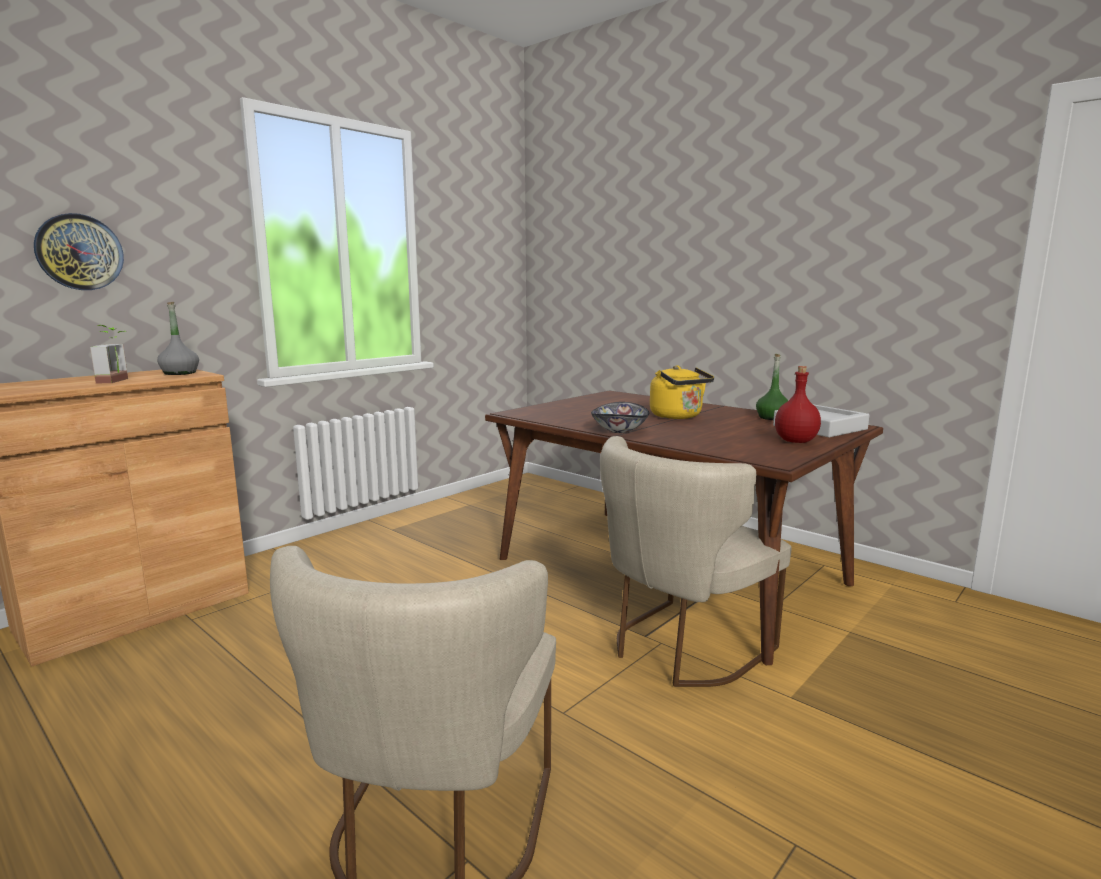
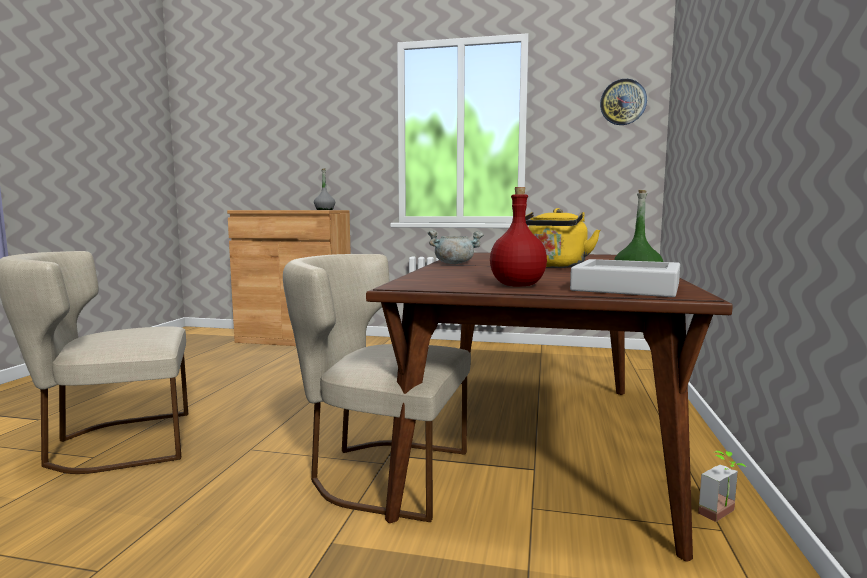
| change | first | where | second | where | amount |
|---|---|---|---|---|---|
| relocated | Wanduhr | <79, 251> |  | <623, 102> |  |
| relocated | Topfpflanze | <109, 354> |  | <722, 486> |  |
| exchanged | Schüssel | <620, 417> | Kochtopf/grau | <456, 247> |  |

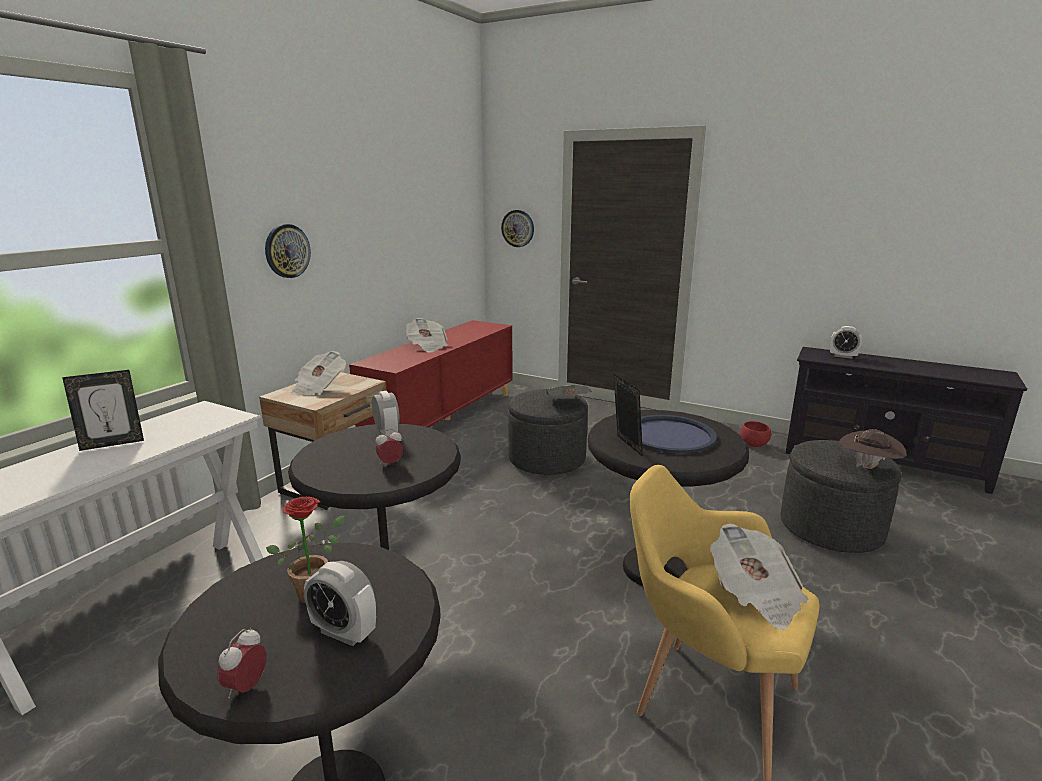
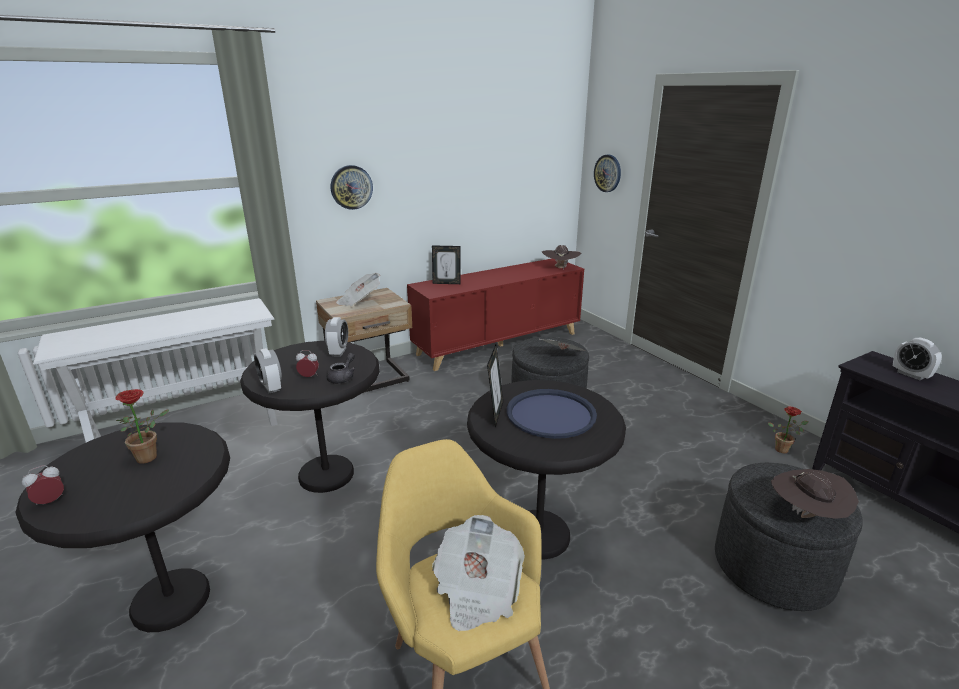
| change | first | where | second | where | amount |
|---|---|---|---|---|---|
| missing | Zeitung | <427, 335> |  |  |  |
| relocated | Bilderrahmen | <103, 410> |  | <446, 265> |  |
| exchanged | Schüssel/rot | <755, 434> | Topfpflanze | <788, 430> |  |
| relocated | Wecker | <340, 603> |  | <268, 370> |  |
| appeared |  |  | Hut/braun | <561, 257> |  |
| appeared |  |  | Teekanne/grau | <341, 368> |  |

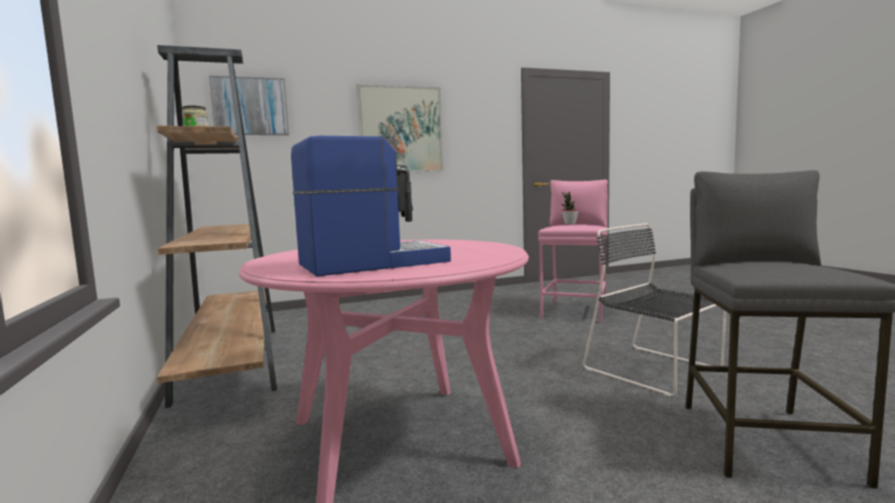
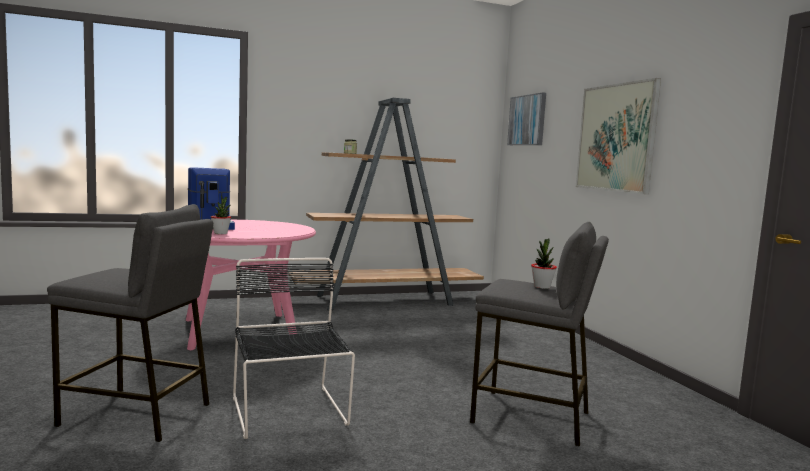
| change | first | where | second | where | amount |
|---|---|---|---|---|---|
| colour | Hocker/rosa | <573, 251> | Hocker/grau | <539, 334> |  |
| spun | Stuhl/schwarz | <654, 310> |  | <294, 348> | 75 degrees counterclockwise |
| appeared |  |  | Topfpflanze | <221, 215> |  |

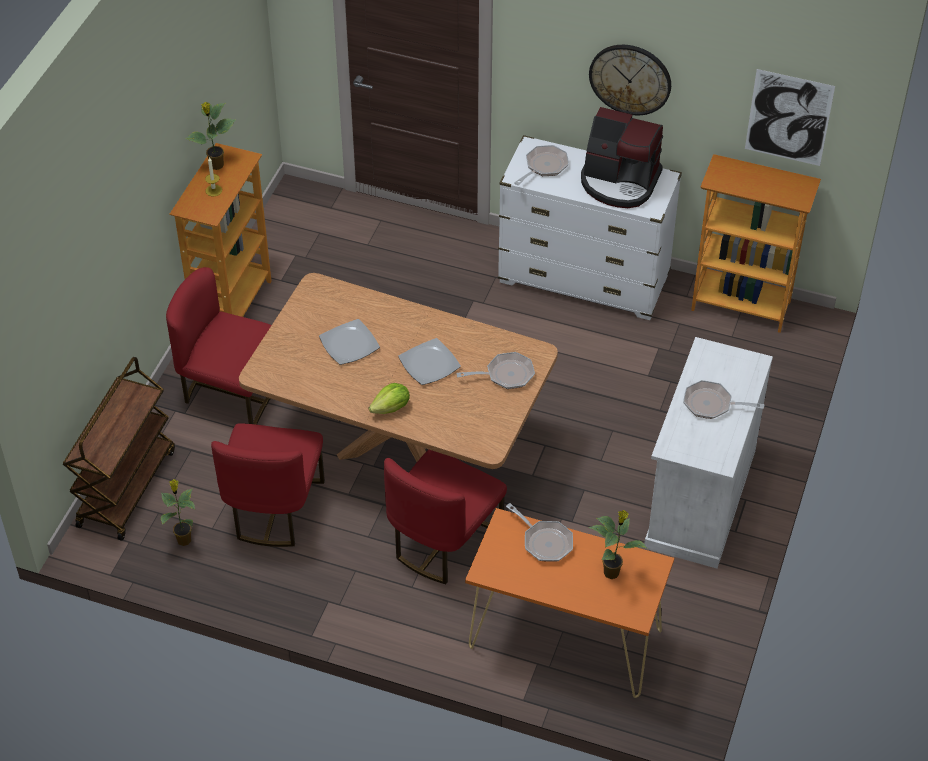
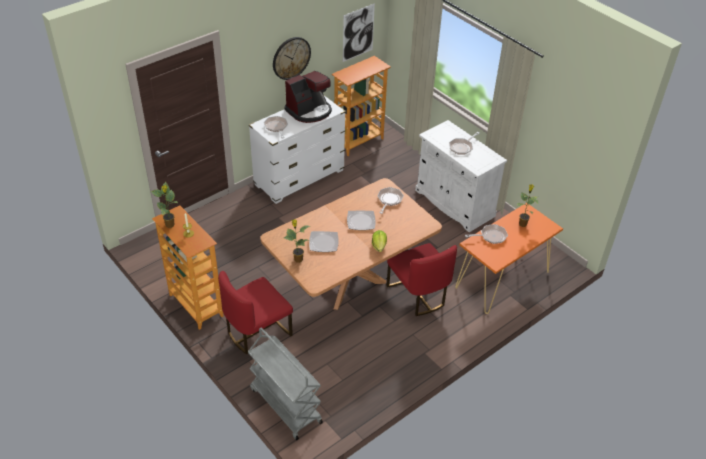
| change | first | where | second | where | amount |
|---|---|---|---|---|---|
| colour | Rollwagen/braun | <119, 449> | Rollwagen/grau | <285, 384> |  |
| missing | Stuhl/rot | <268, 485> |  |  |  |
| relocated | Topfpflanze | <178, 512> |  | <297, 241> |  |

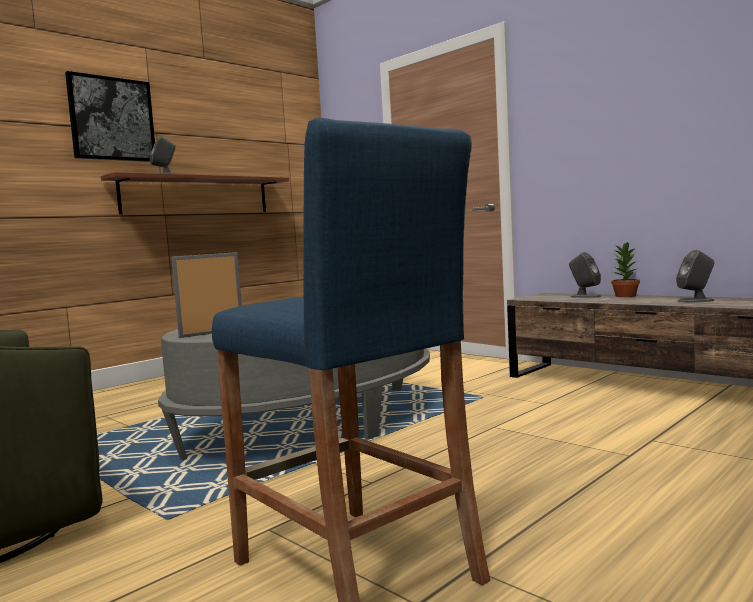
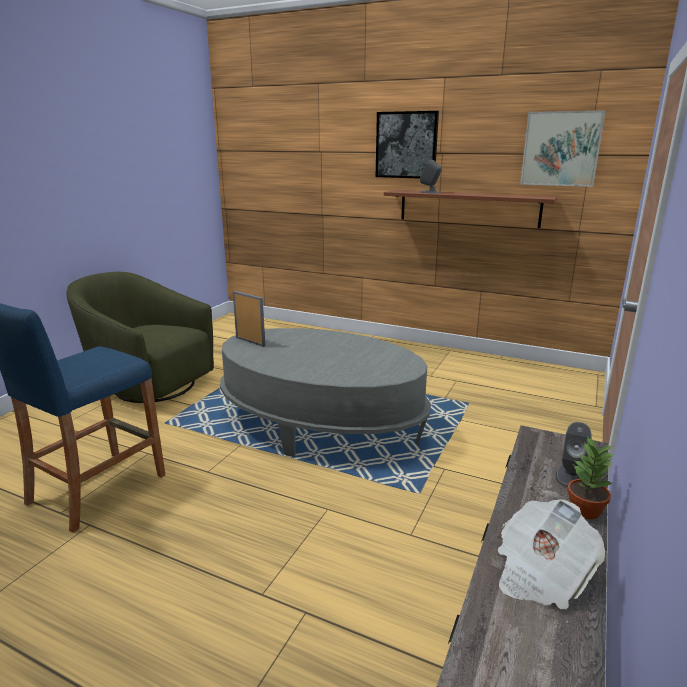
| change | first | where | second | where | amount |
|---|---|---|---|---|---|
| exchanged | Lautsprecher/grau | <695, 276> | Zeitung | <551, 554> |  |
| appeared |  |  | Bild | <563, 148> |  |

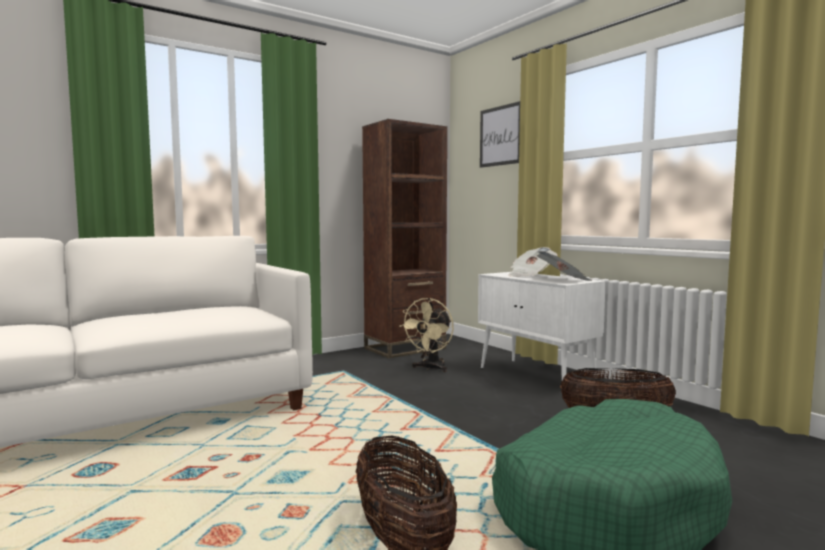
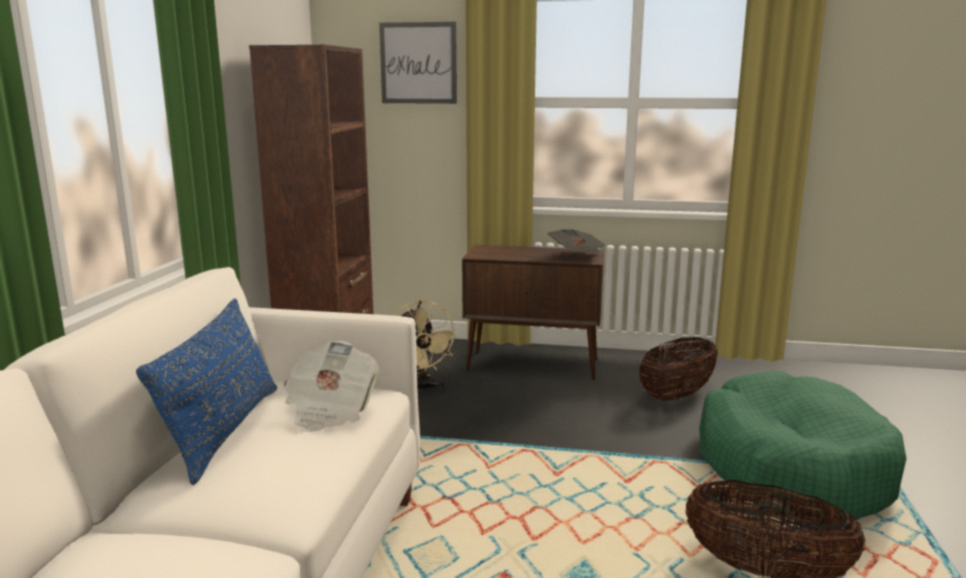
| change | first | where | second | where | amount |
|---|---|---|---|---|---|
| relocated | Zeitung | <533, 262> |  | <332, 386> |  |
| colour | Schrank/weiß | <542, 326> | Schrank/braun | <533, 312> |  |
| appeared |  |  | Kissen/blau | <206, 391> |  |

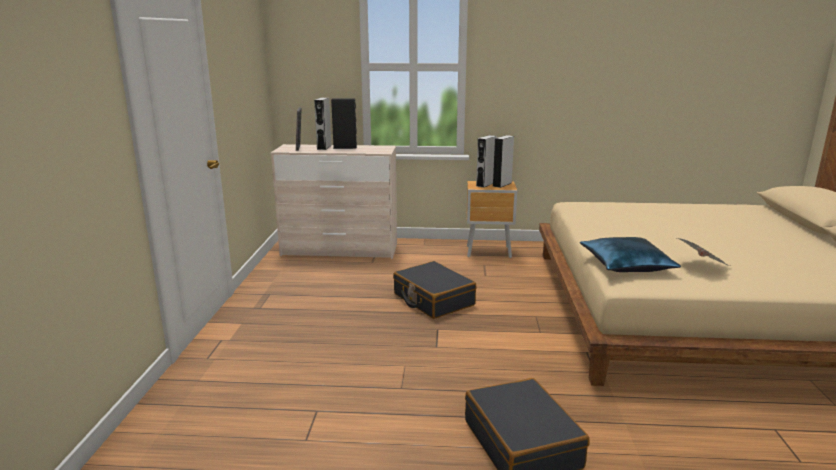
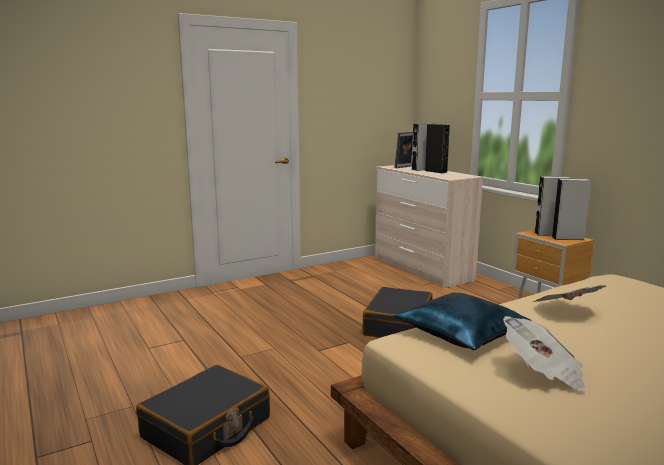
| change | first | where | second | where | amount |
|---|---|---|---|---|---|
| appeared |  |  | Zeitung | <569, 293> |  |

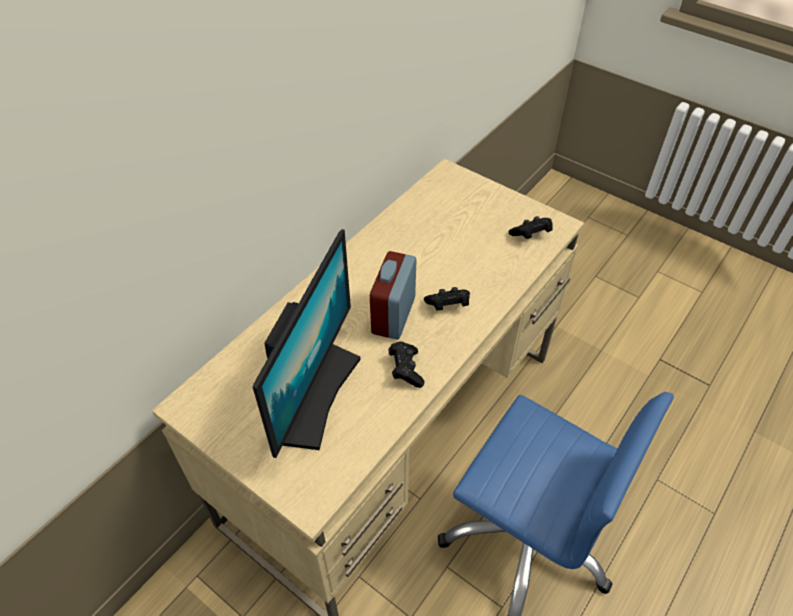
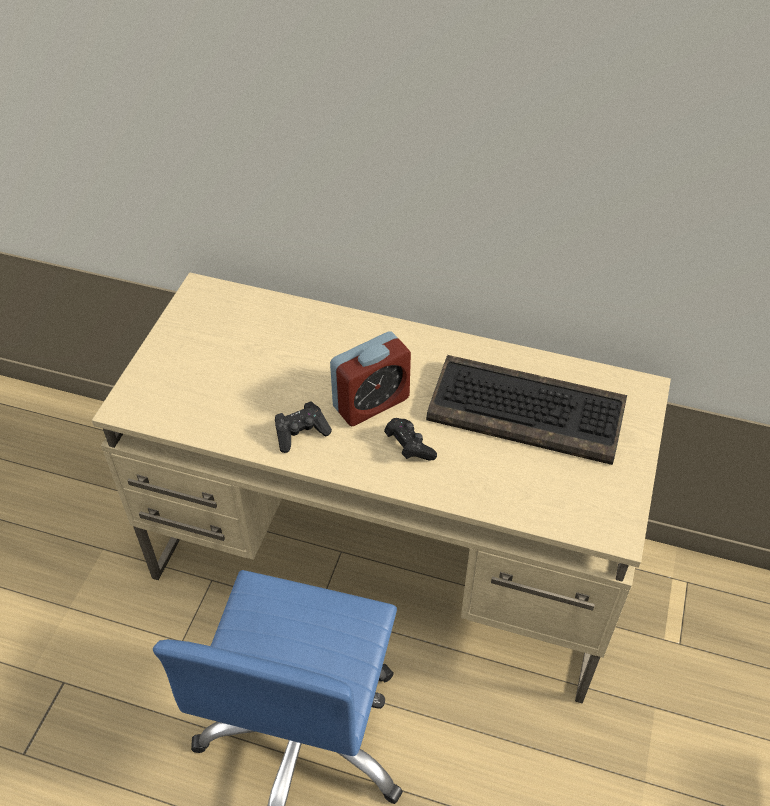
| change | first | where | second | where | amount |
|---|---|---|---|---|---|
| missing | Gamepad/schwarz | <531, 227> |  |  |  |
| missing | Monitor | <306, 343> |  |  |  |
| spun | Wecker | <393, 295> |  | <370, 378> | 150 degrees clockwise |
| appeared |  |  | Tastatur | <526, 410> |  |

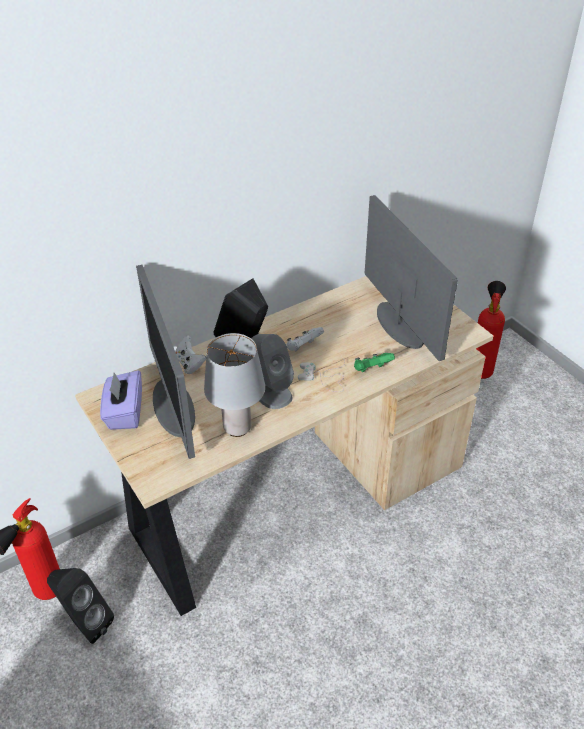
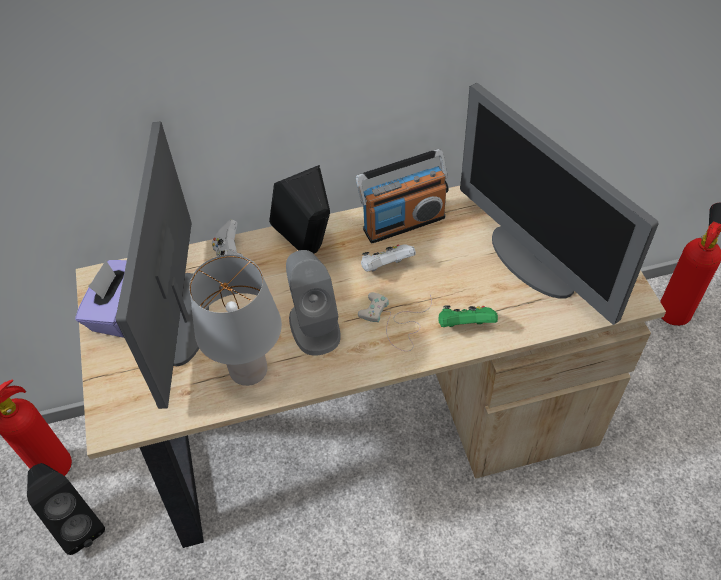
| change | first | where | second | where | amount |
|---|---|---|---|---|---|
| spun | Monitor | <411, 278> |  | <559, 204> | 150 degrees clockwise |
| appeared |  |  | Radio | <402, 196> |  |

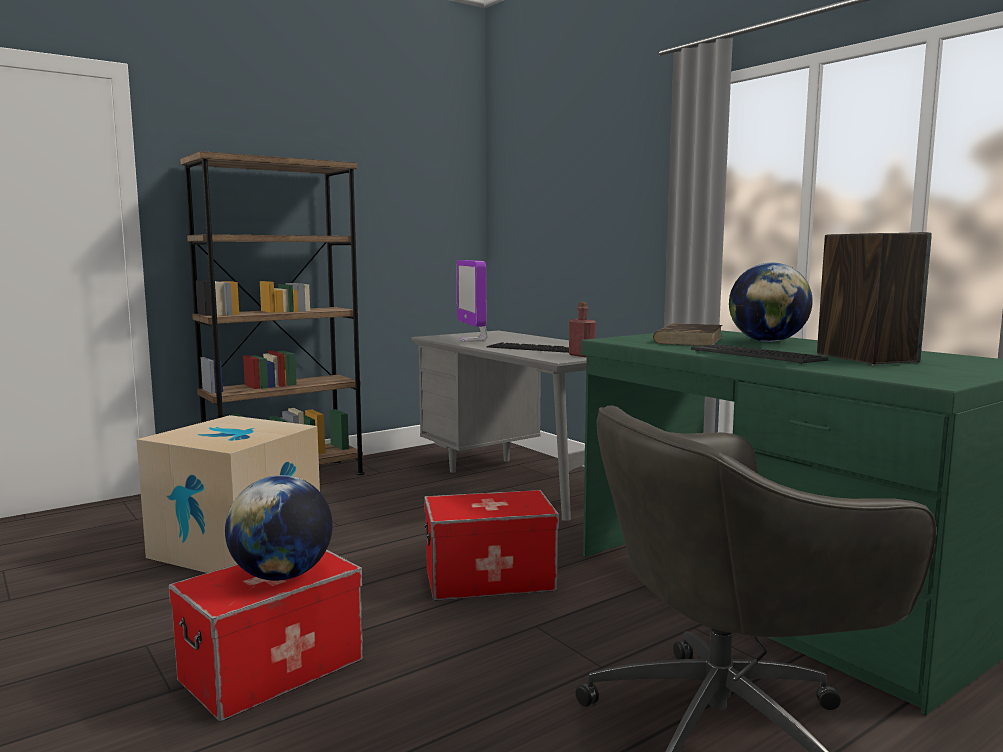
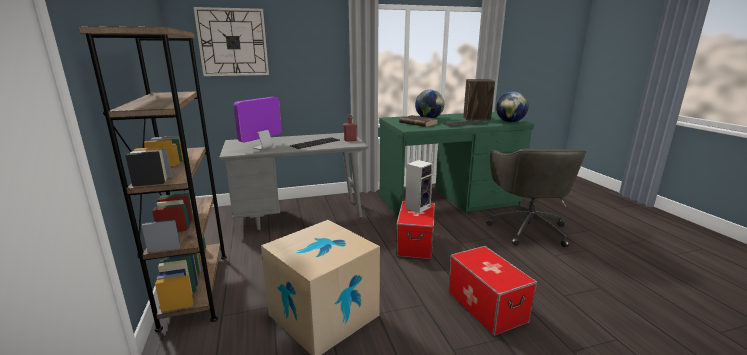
| change | first | where | second | where | amount |
|---|---|---|---|---|---|
| spun | Monitor | <472, 301> |  | <257, 123> | 120 degrees clockwise |
| relocated | Globus | <279, 528> |  | <512, 107> |  |
| appeared |  |  | Wanduhr | <231, 41> |  |
| appeared |  |  | Lautsprecher | <419, 186> |  |

